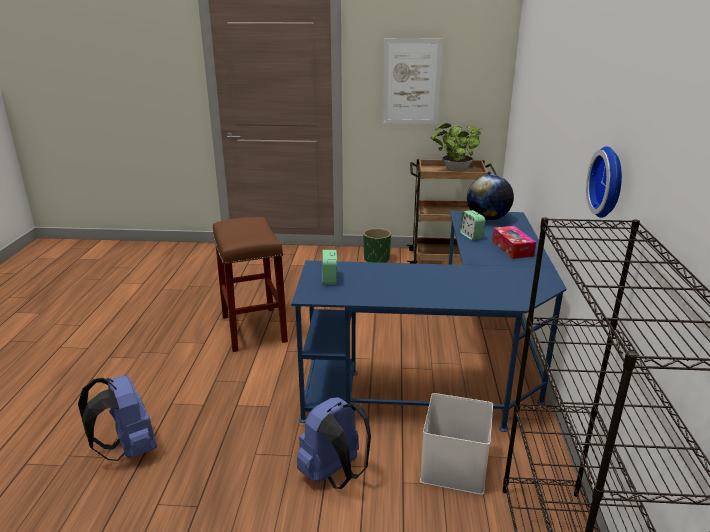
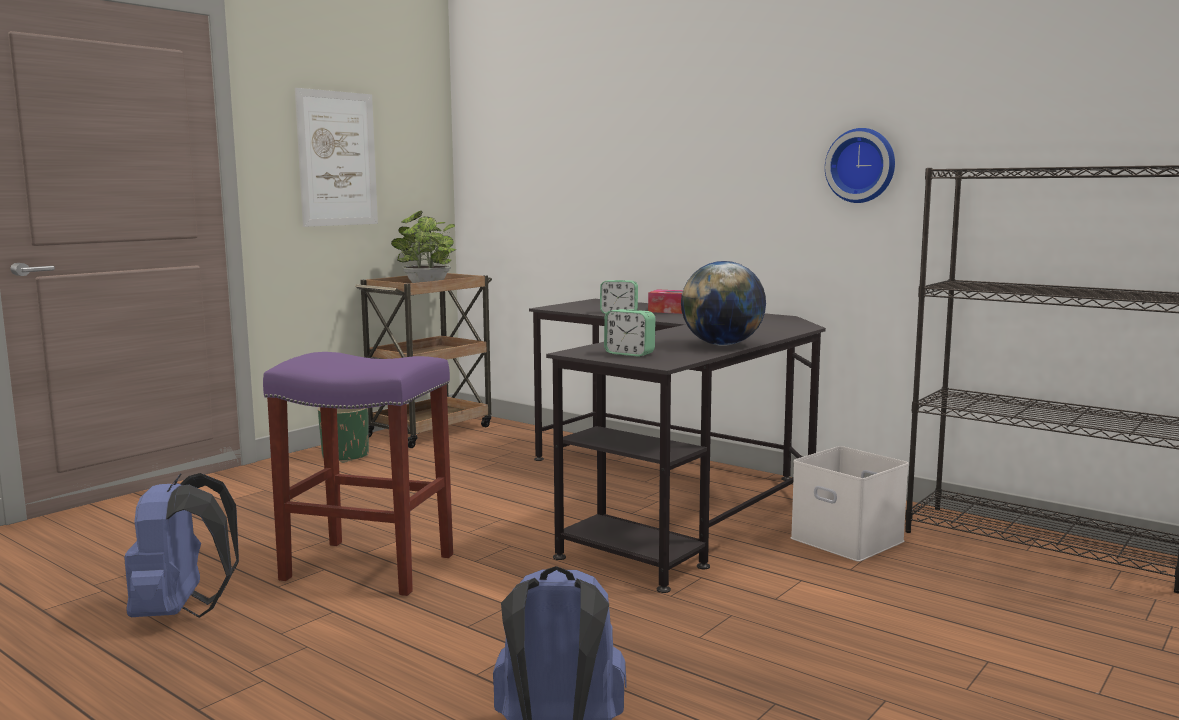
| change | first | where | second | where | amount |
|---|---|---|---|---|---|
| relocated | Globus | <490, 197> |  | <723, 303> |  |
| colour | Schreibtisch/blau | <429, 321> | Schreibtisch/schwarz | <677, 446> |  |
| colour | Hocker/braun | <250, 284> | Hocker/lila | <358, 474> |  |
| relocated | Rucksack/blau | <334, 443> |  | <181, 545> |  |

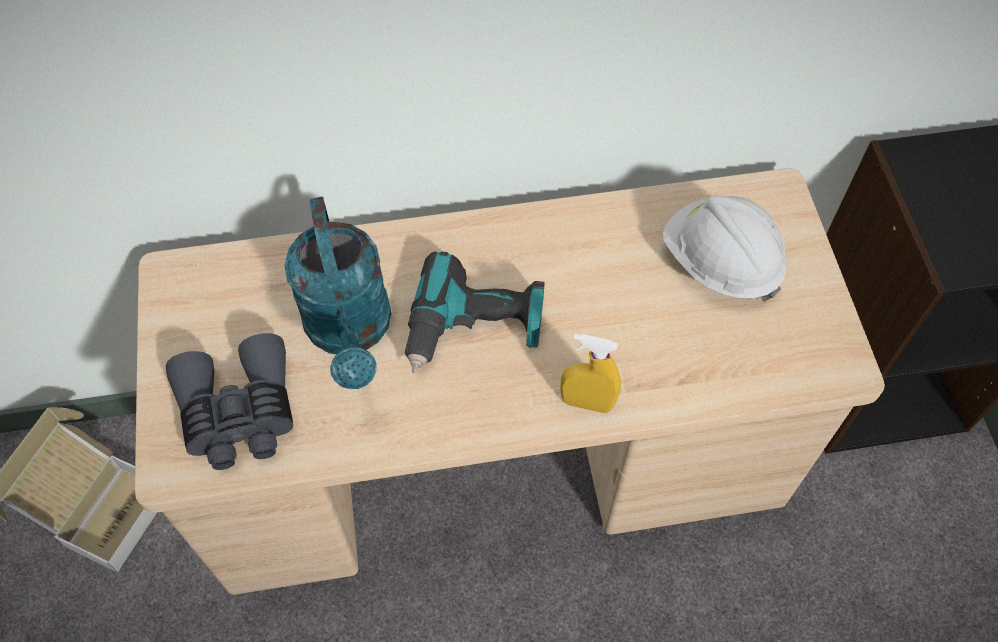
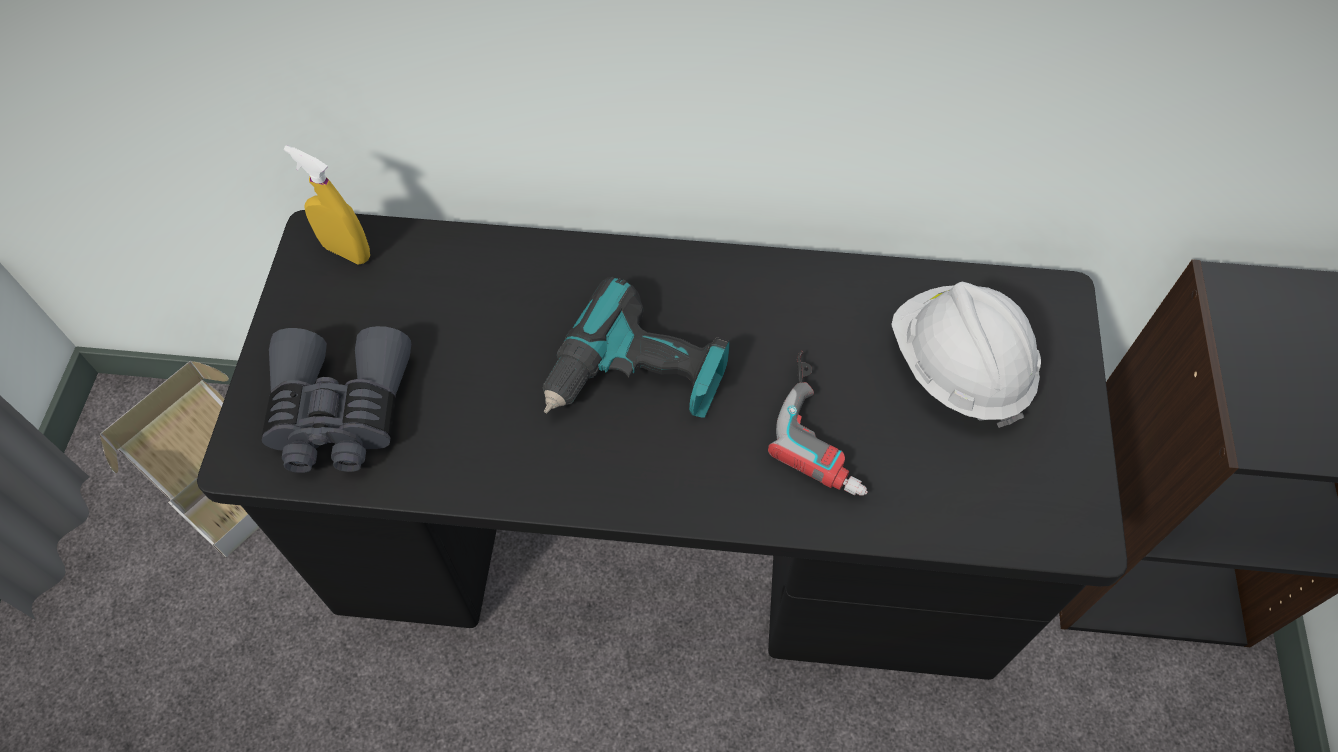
| change | first | where | second | where | amount |
|---|---|---|---|---|---|
| colour | Schreibtisch/beige | <510, 381> | Schreibtisch/schwarz | <662, 445> |  |
| missing | Gießkanne/türkis | <337, 292> |  |  |  |
| relocated | Sprühflasche/gelb | <590, 373> |  | <327, 205> |  |
| appeared |  |  | Bohrmaschine | <818, 423> |  |

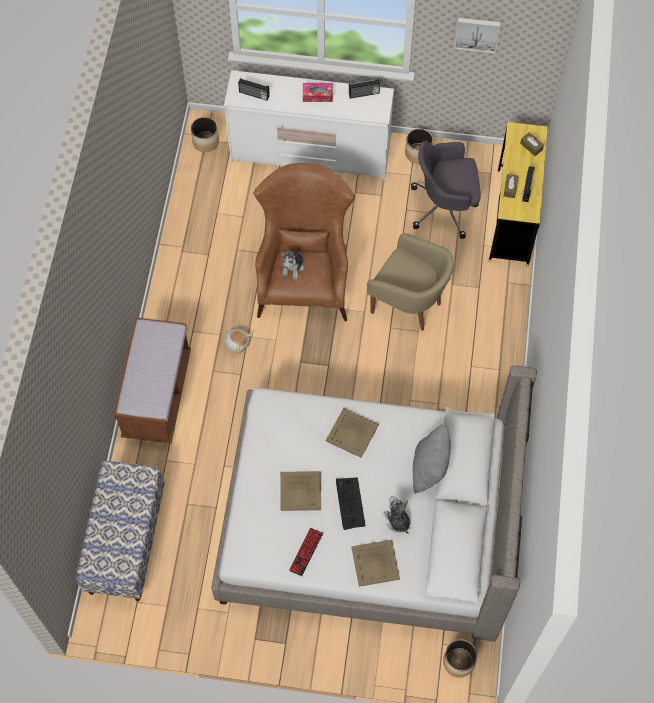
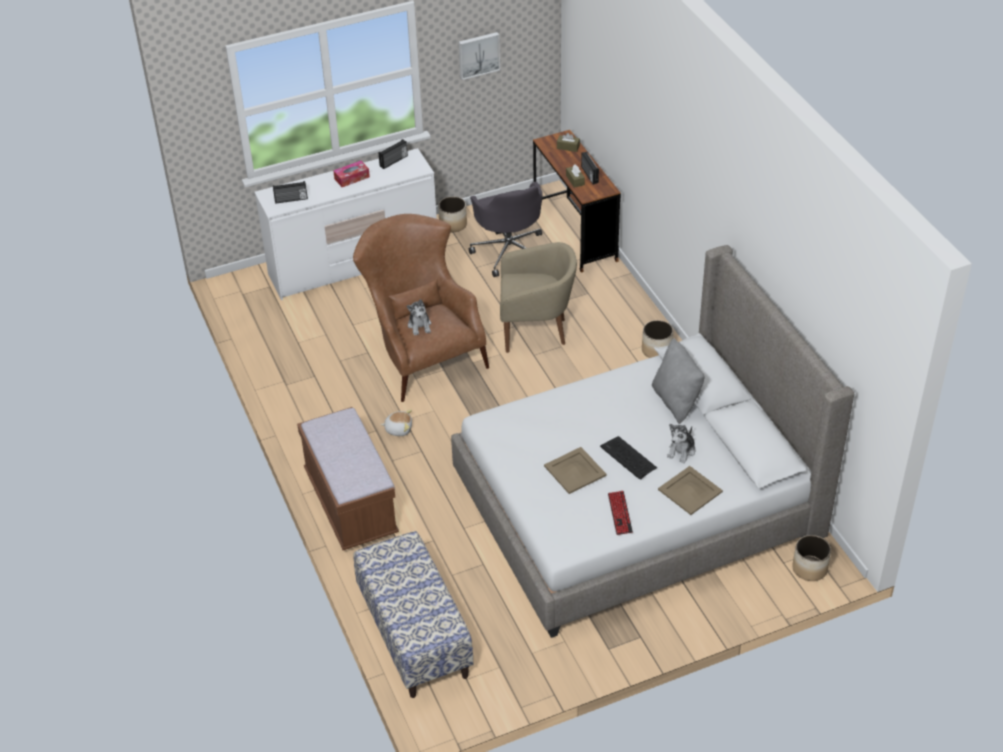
| change | first | where | second | where | amount |
|---|---|---|---|---|---|
| relocated | Pflanzkübel | <205, 134> |  | <657, 339> |  |
| colour | Schreibtisch/gelb | <518, 194> | Schreibtisch/braun | <577, 201> |  |
| spun | Bürostuhl/grau | <446, 190> |  | <506, 229> | 75 degrees counterclockwise |
| missing | Tablett/beige | <352, 433> |  |  |  |
| spun | Plüschtier | <397, 515> |  | <681, 444> | 90 degrees counterclockwise |

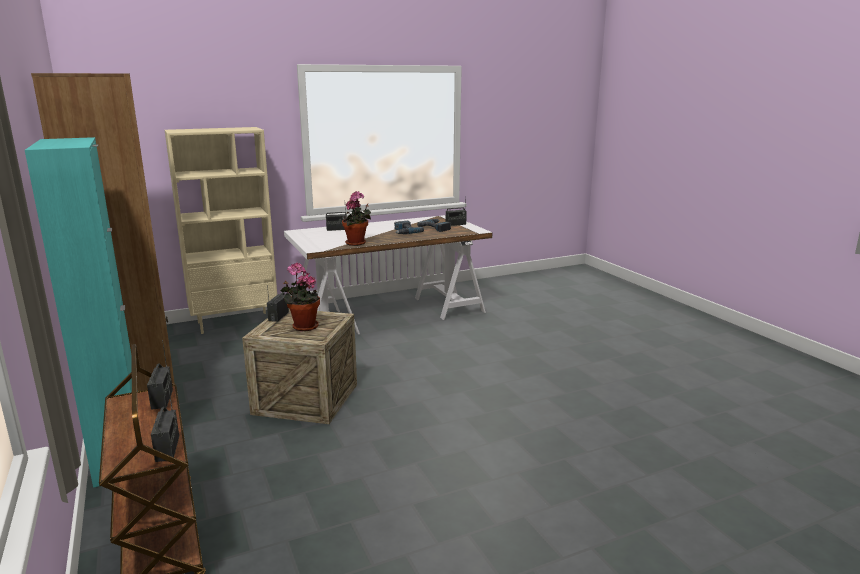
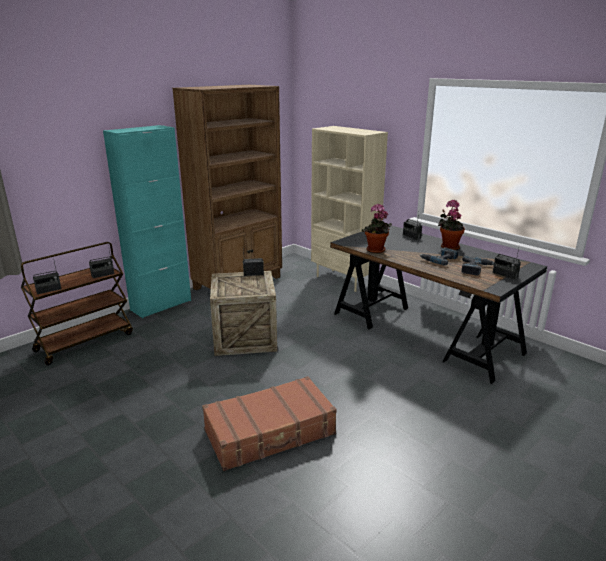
| change | first | where | second | where | amount |
|---|---|---|---|---|---|
| colour | Schreibtisch/weiß | <388, 274> | Schreibtisch/schwarz | <438, 304> |  |
| relocated | Topfpflanze | <300, 297> |  | <451, 225> |  |
| appeared |  |  | Koffer/braun | <269, 423> |  |

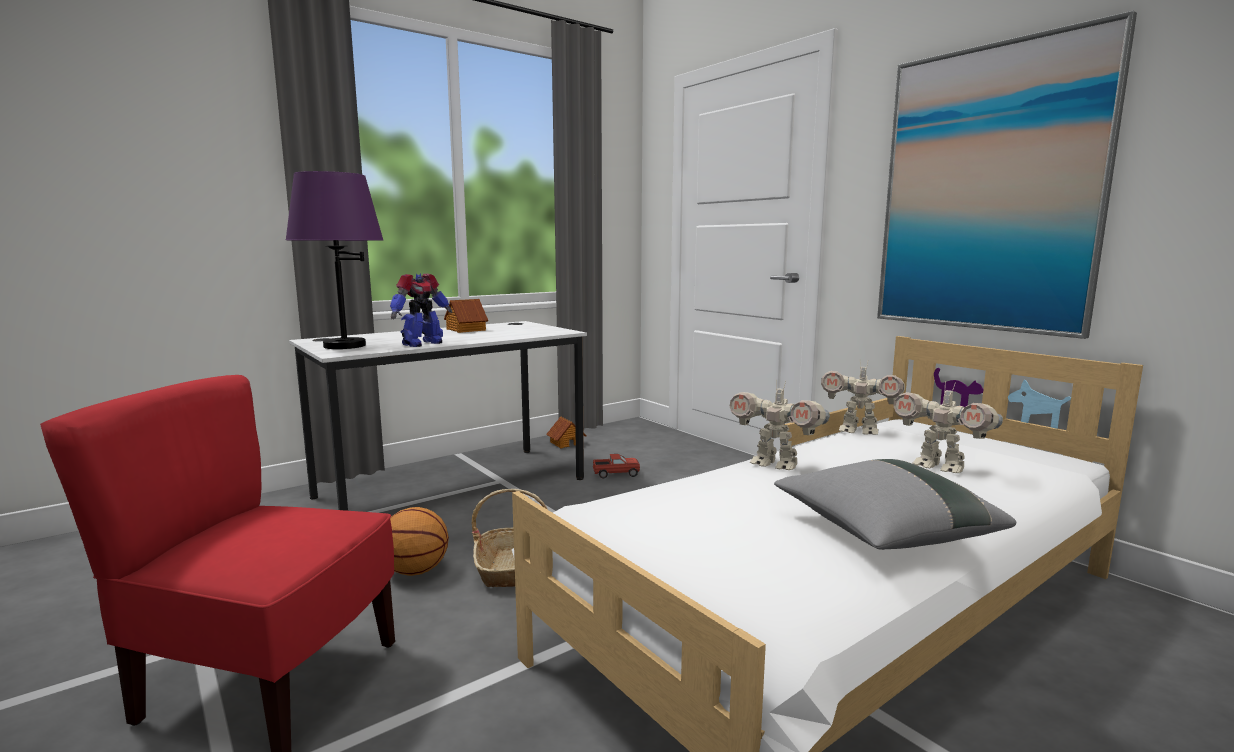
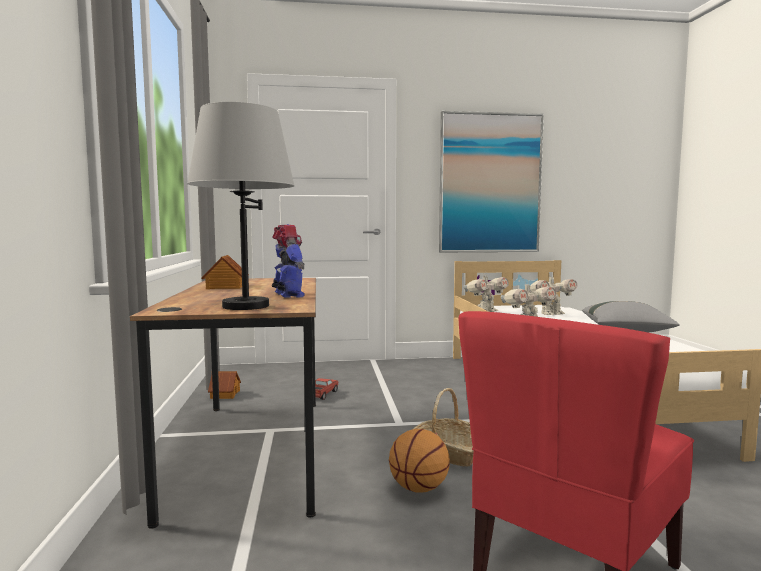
| change | first | where | second | where | amount |
|---|---|---|---|---|---|
| colour | Tischlampe/lila | <334, 260> | Tischlampe/grau | <241, 206> |  |
| colour | Schreibtisch/weiß | <438, 416> | Schreibtisch/braun | <223, 403> |  |

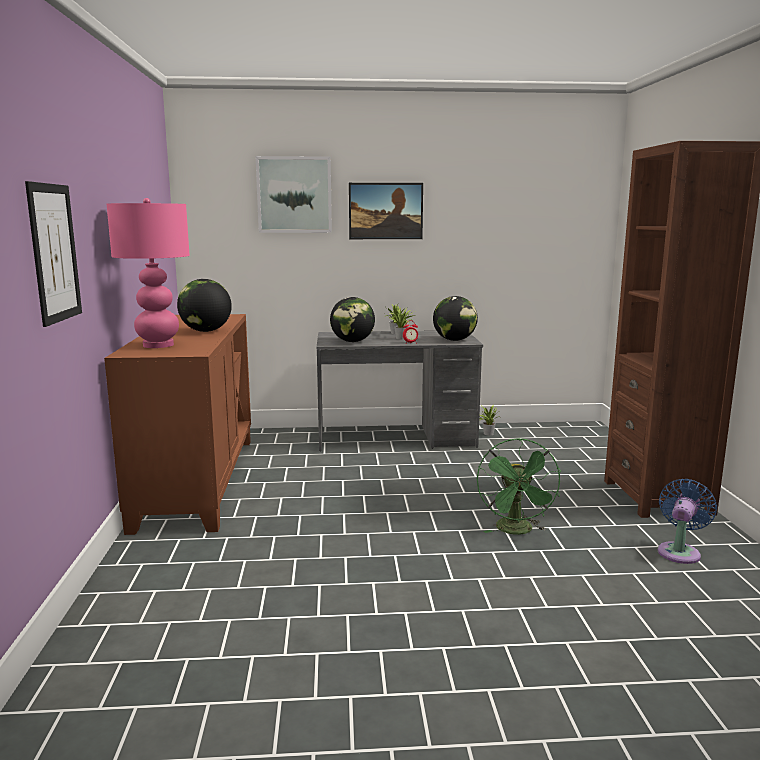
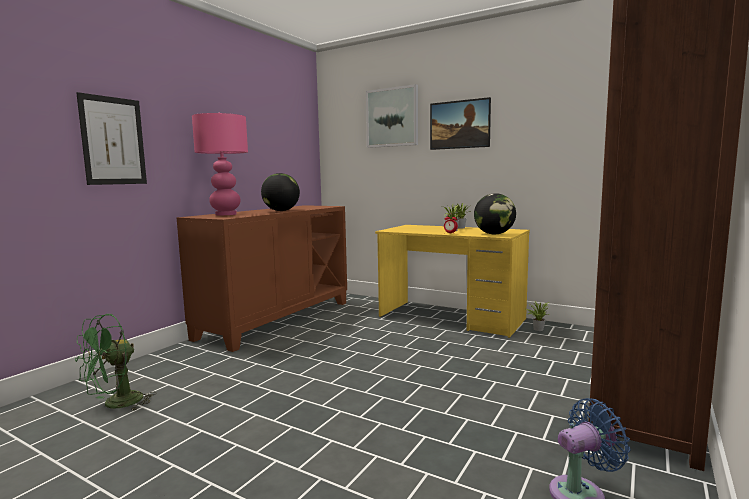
| change | first | where | second | where | amount |
|---|---|---|---|---|---|
| missing | Globus | <352, 319> |  |  |  |
| colour | Schreibtisch/grau | <400, 391> | Schreibtisch/gelb | <452, 281> |  |
| relocated | Ventilator/grün | <519, 486> |  | <115, 362> |  |

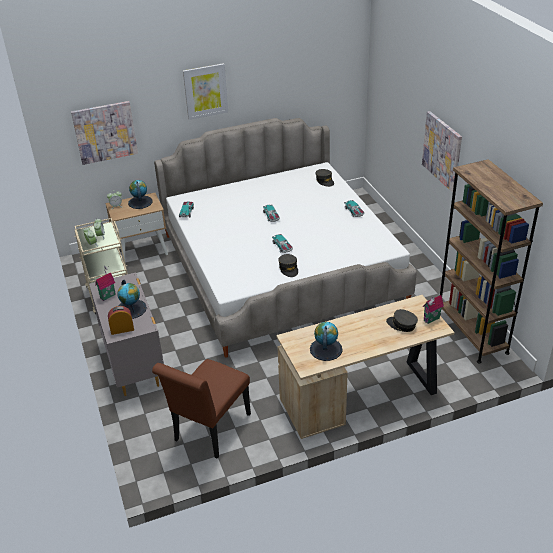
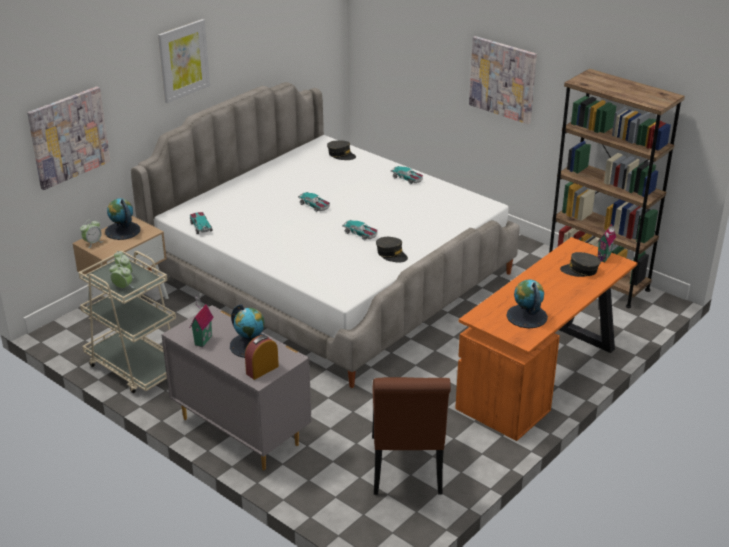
| change | first | where | second | where | amount |
|---|---|---|---|---|---|
| colour | Schreibtisch/beige | <365, 367> | Schreibtisch/orange | <546, 339> |  |

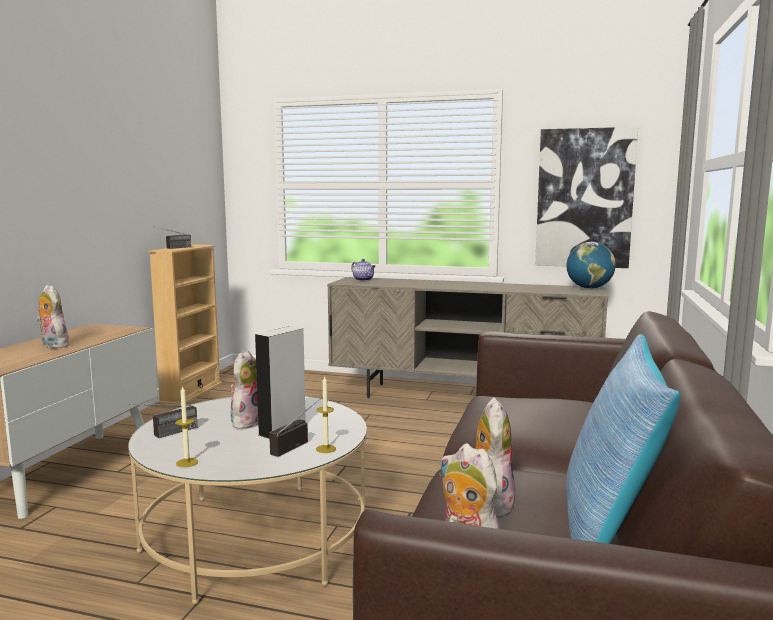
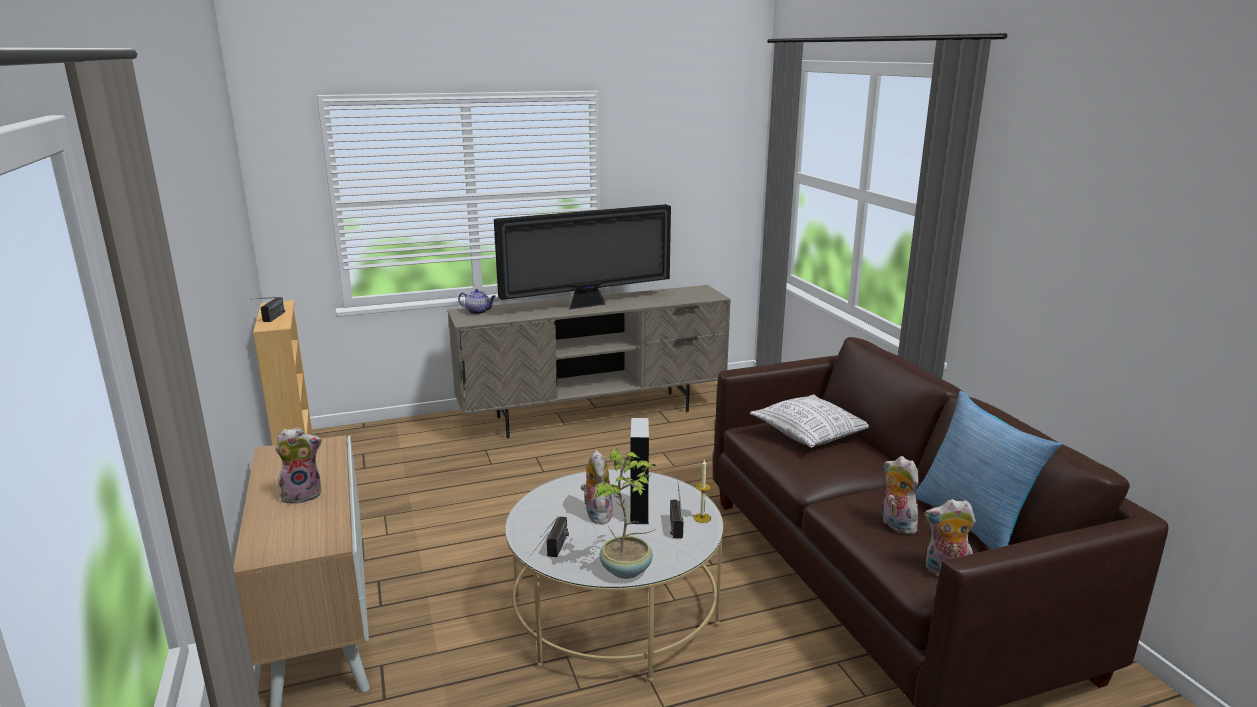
| change | first | where | second | where | amount |
|---|---|---|---|---|---|
| missing | Bild | <586, 197> |  |  |  |
| missing | Globus | <591, 265> |  |  |  |
| spun | Plüschtier | <52, 317> |  | <298, 465> | 150 degrees clockwise |
| exchanged | Kerze | <186, 426> | Topfpflanze | <625, 513> |  |
| appeared |  |  | Fernseher | <582, 256> |  |
| appeared |  |  | Kissen | <809, 421> |  |

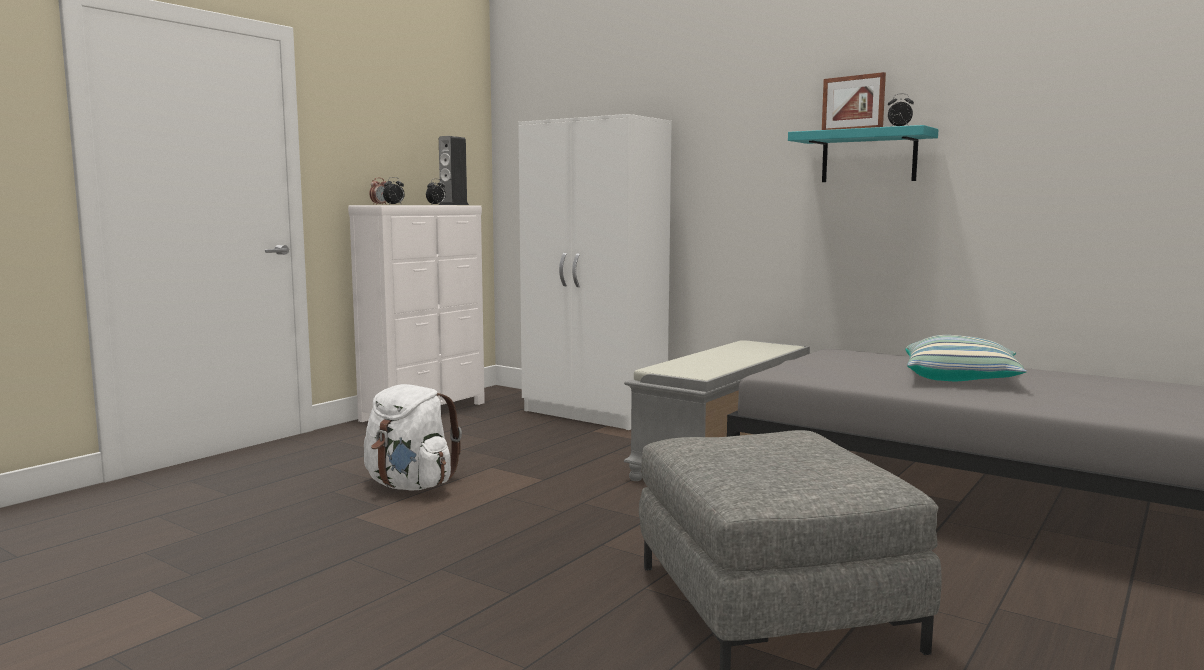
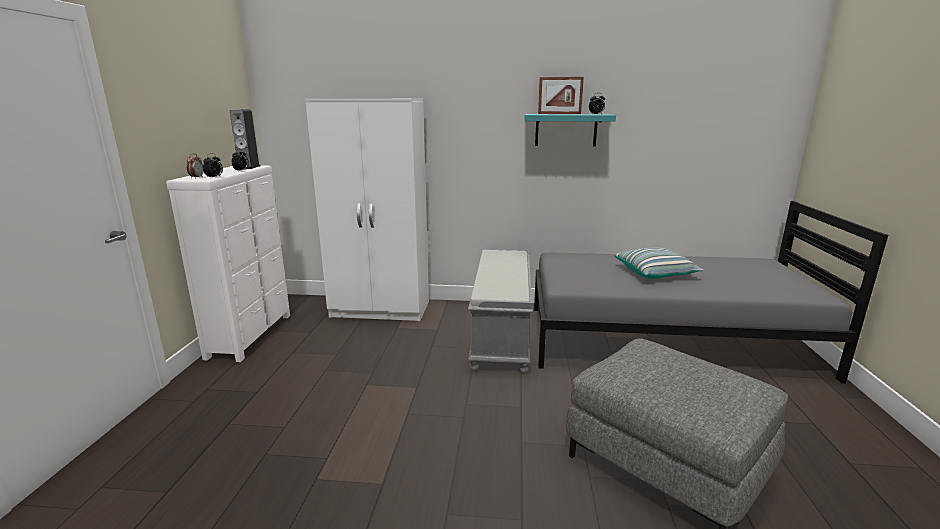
| change | first | where | second | where | amount |
|---|---|---|---|---|---|
| missing | Rucksack/weiß | <413, 437> |  |  |  |

